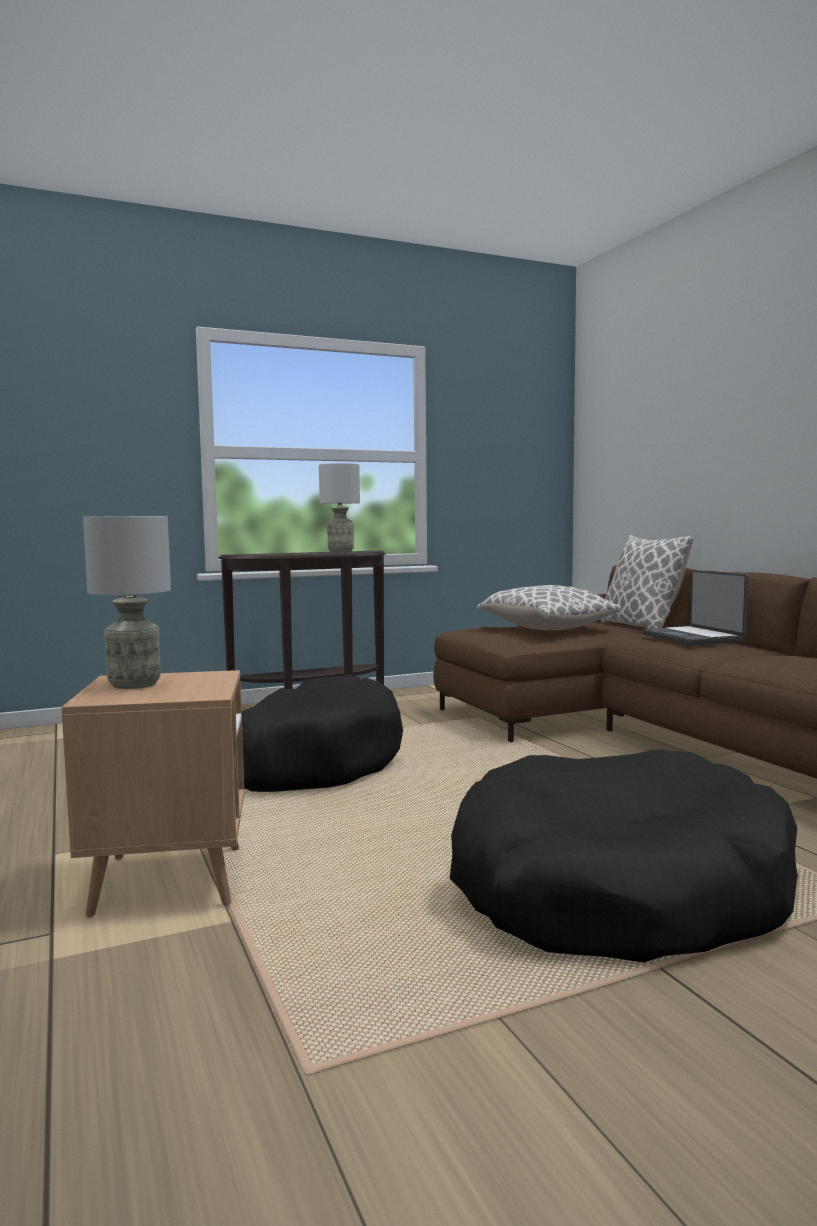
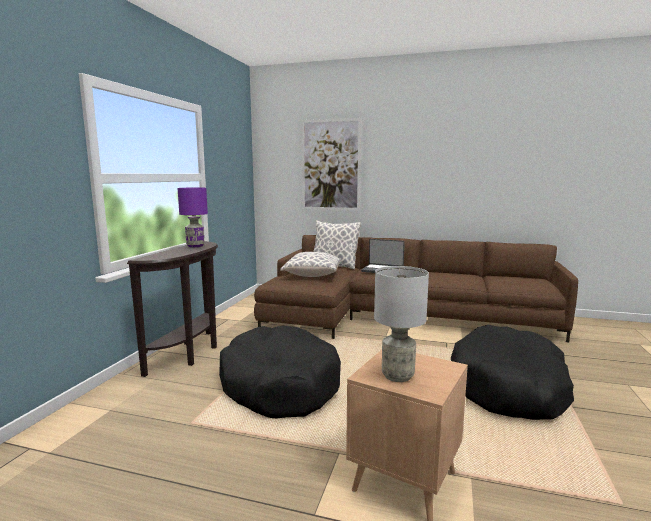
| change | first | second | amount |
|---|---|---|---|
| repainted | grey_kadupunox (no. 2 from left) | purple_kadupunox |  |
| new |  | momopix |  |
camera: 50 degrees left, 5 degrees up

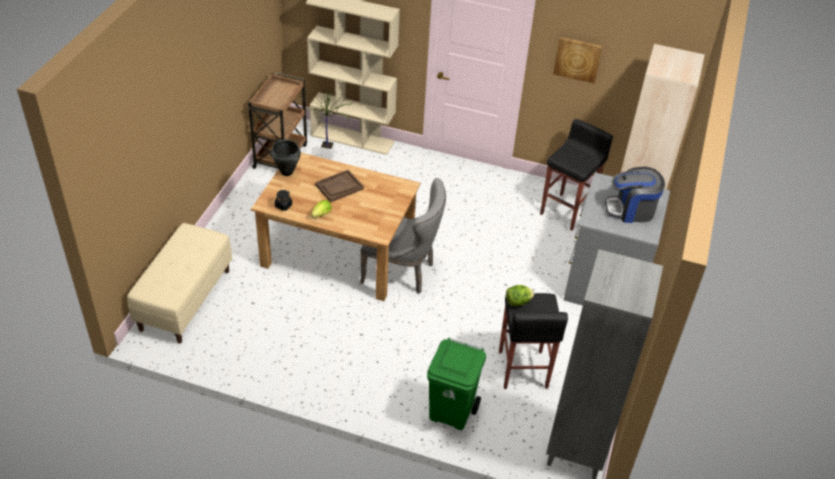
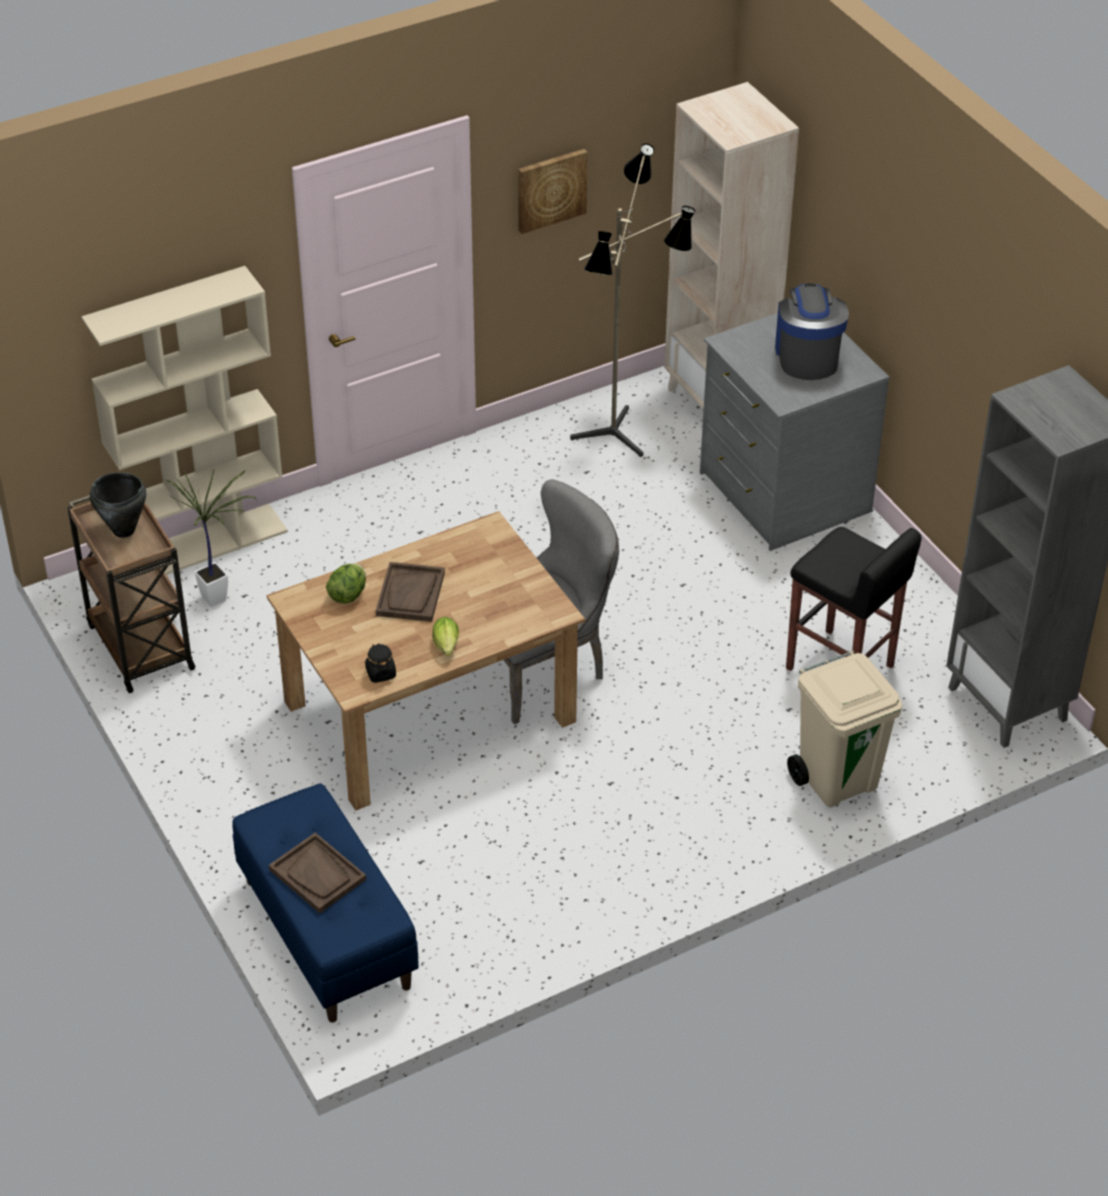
| change | first | second | amount |
|---|---|---|---|
| repainted | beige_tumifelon | blue_tumifelon |  |
| shifted | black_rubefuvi |  |  |
| repainted | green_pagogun | beige_pagogun |  |
| shifted | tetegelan (no. 2 from left in the first image) | tetegelan (no. 1 from left) |  |
| swapped | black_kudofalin (no. 2 from left) | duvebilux |  |
| rotated | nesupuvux |  | 135 degrees clockwise |
| new |  | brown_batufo (no. 1 from left) |  |
camera: 45 degrees left, 0 degrees up

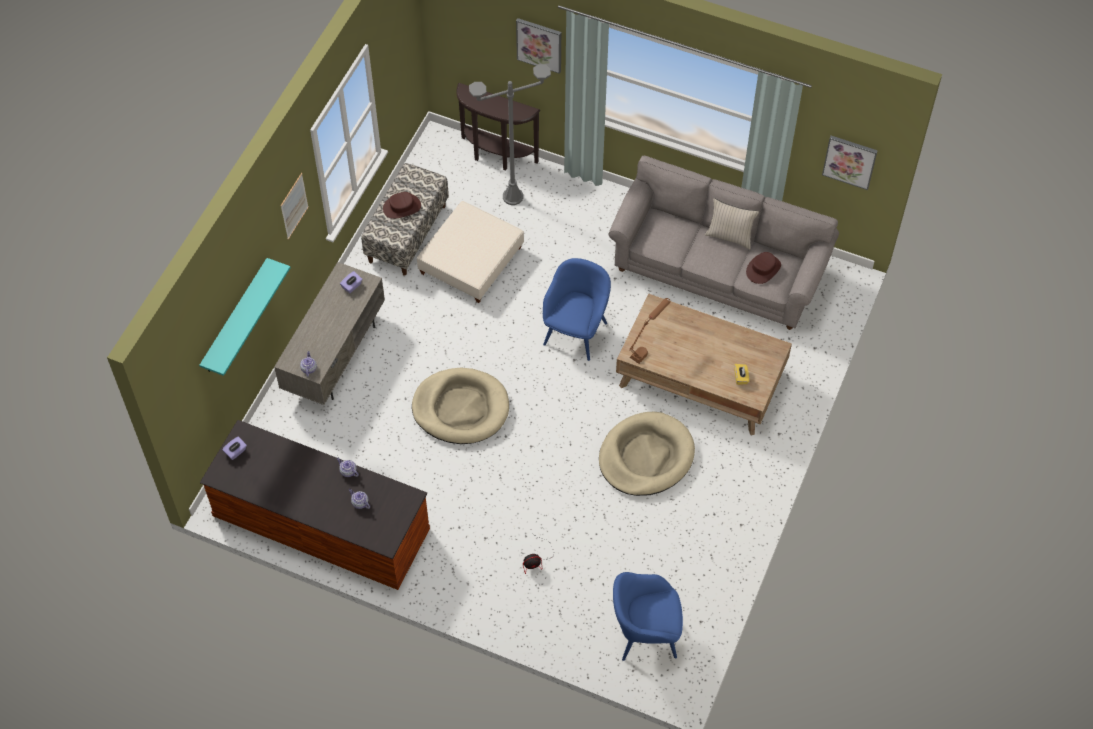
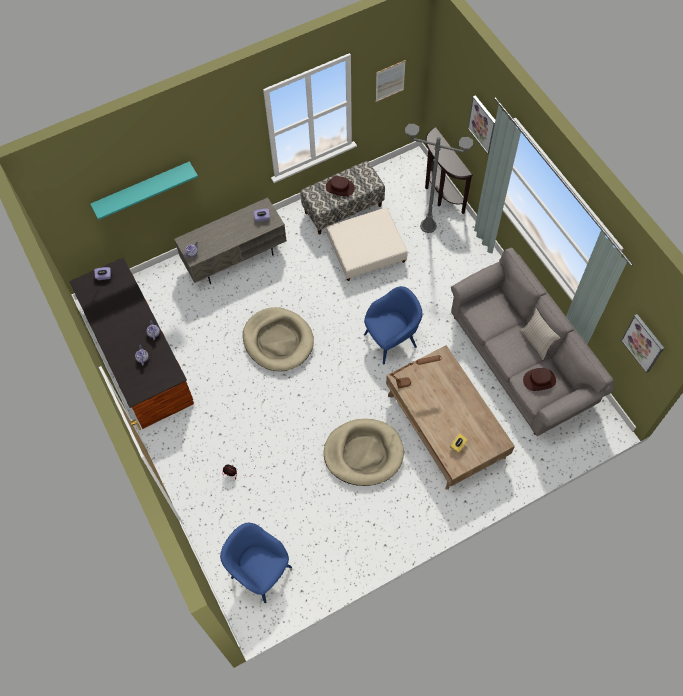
| change | first | second | amount |
|---|---|---|---|
| shifted | momopix (no. 1 from left) |  |  |
camera: 40 degrees right, 5 degrees up

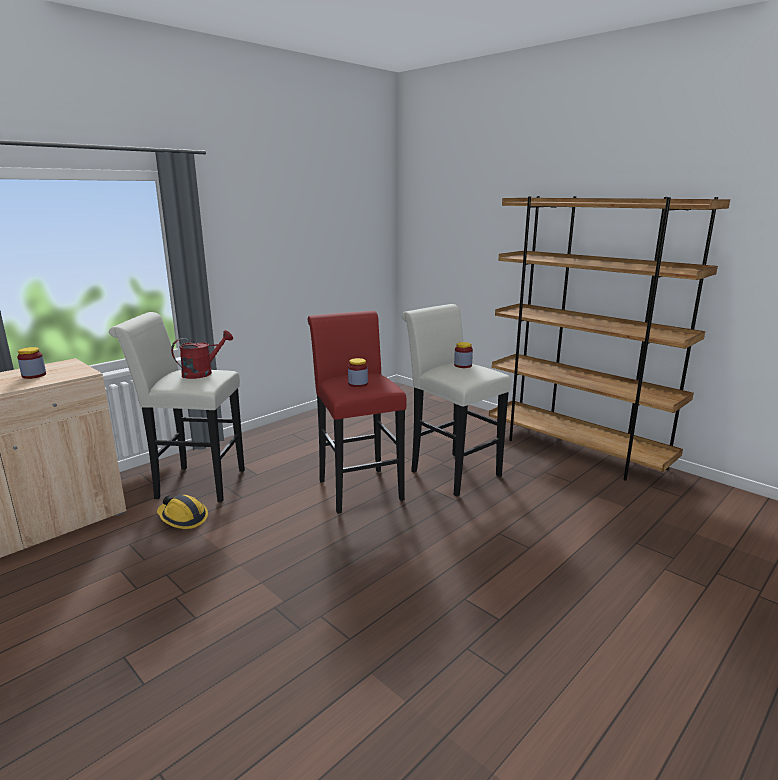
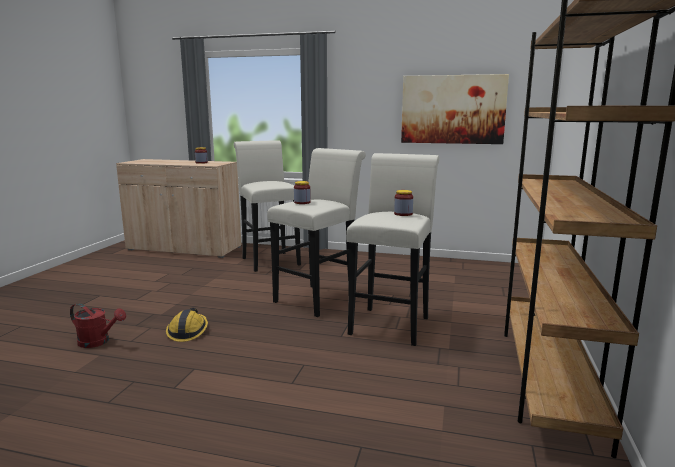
| change | first | second | amount |
|---|---|---|---|
| shifted | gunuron |  |  |
| shifted | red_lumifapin |  |  |
| repainted | red_kudofalin | white_kudofalin (no. 2 from left) |  |
| new |  | momopix |  |
camera: 60 degrees right, 5 degrees down

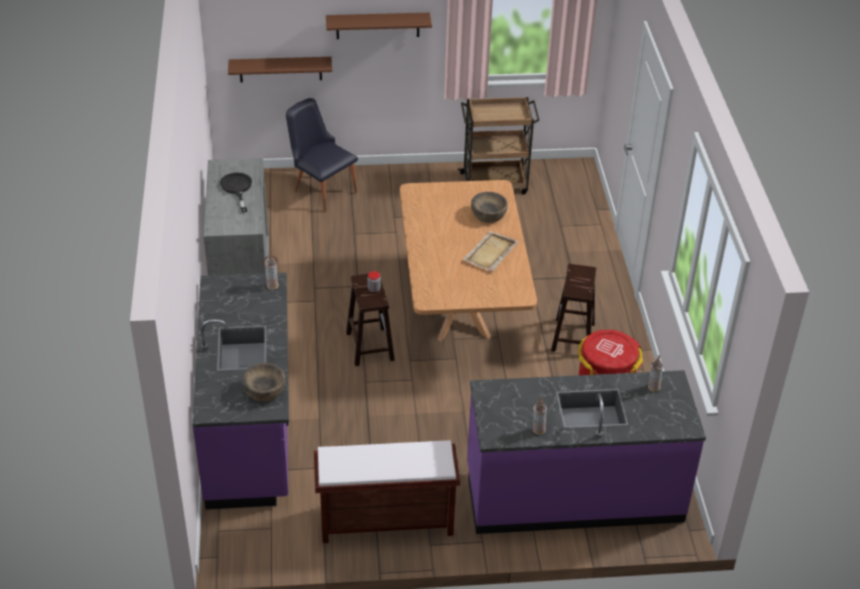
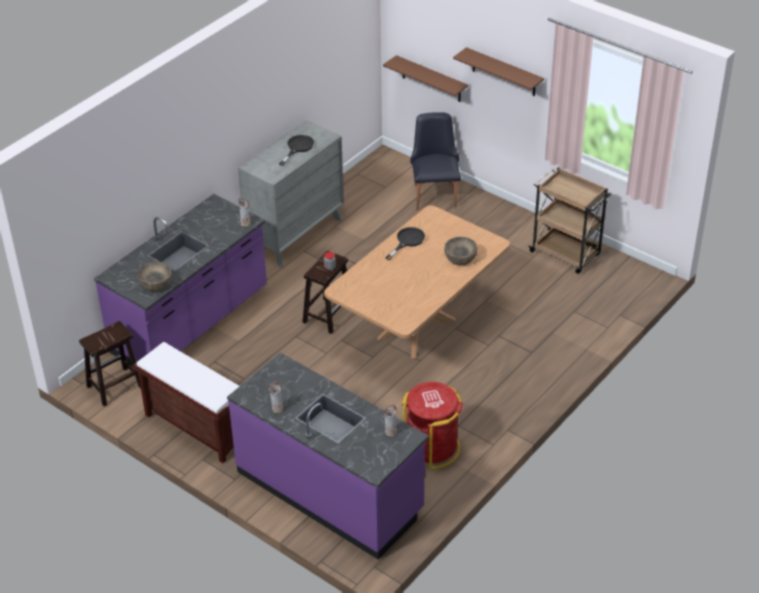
| change | first | second | amount |
|---|---|---|---|
| gone | beige_batufo |  |  |
| shifted | brown_kudofalin (no. 2 from left in the first image) | brown_kudofalin (no. 1 from left) |  |
| new |  | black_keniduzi (no. 2 from left) |  |
camera: 45 degrees right, 0 degrees up

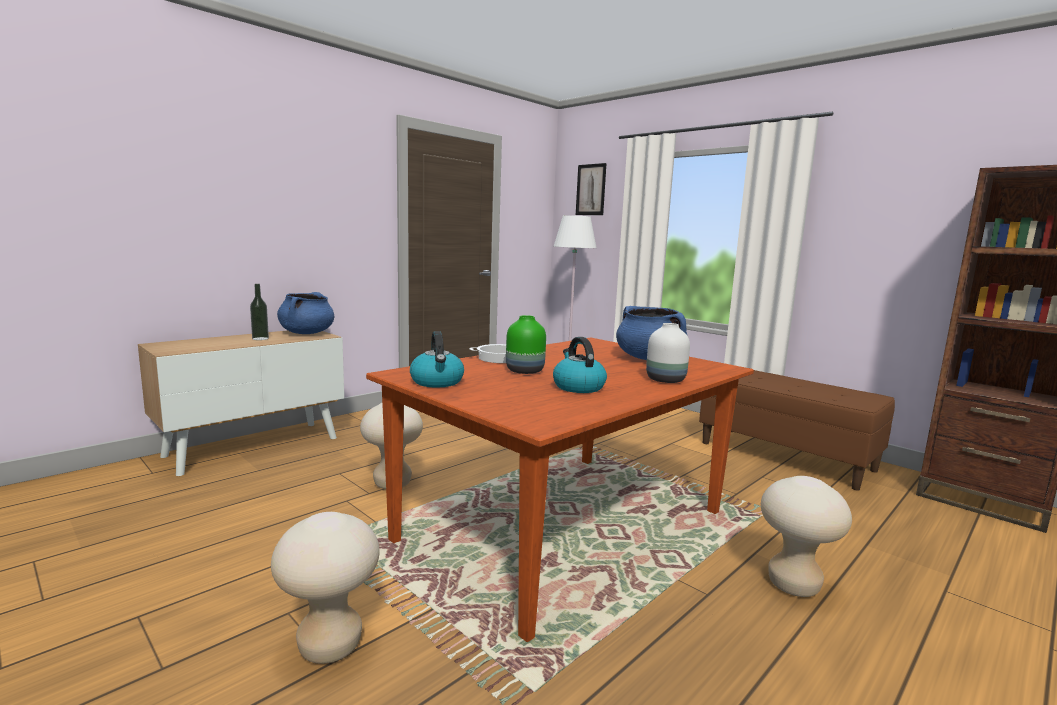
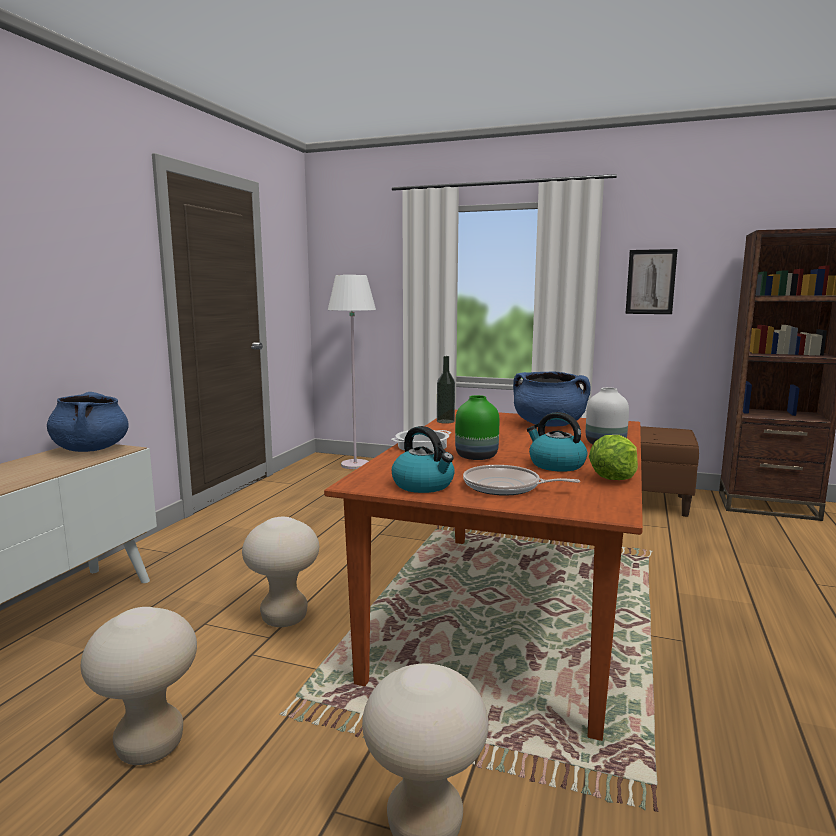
| change | first | second | amount |
|---|---|---|---|
| shifted | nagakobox |  |  |
| shifted | momopix |  |  |
| shifted | beige_kudofalin (no. 3 from left in the first image) | beige_kudofalin (no. 1 from left) |  |
| new |  | keniduzi |  |
| new |  | tetegelan |  |
camera: 25 degrees left, 0 degrees up

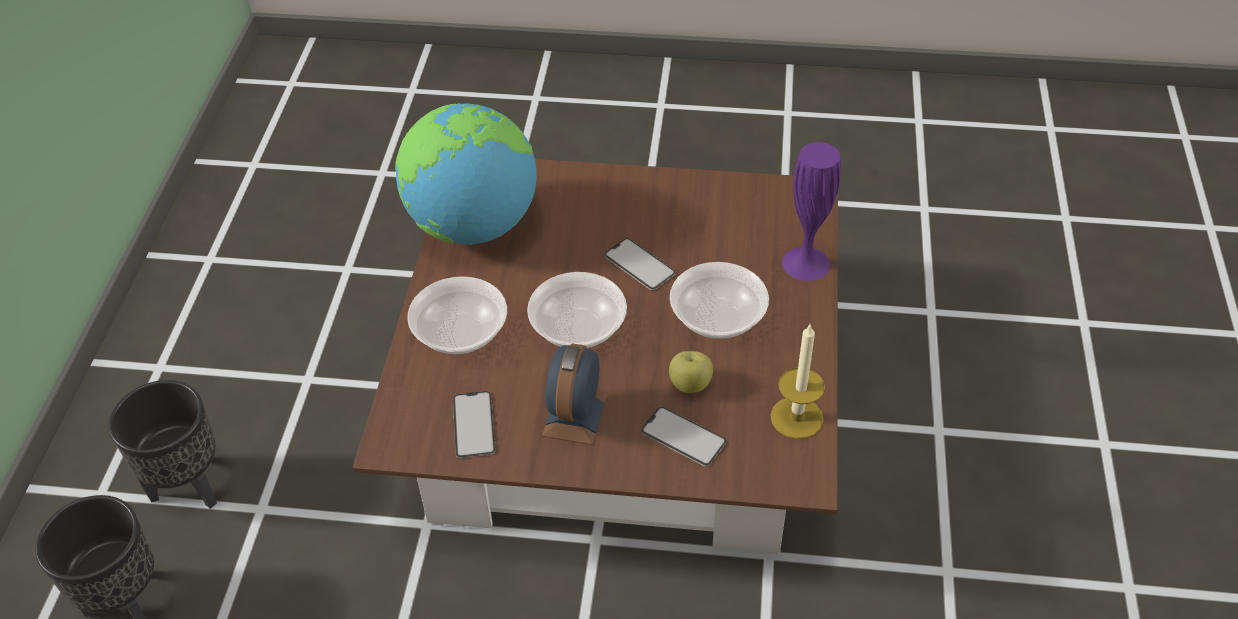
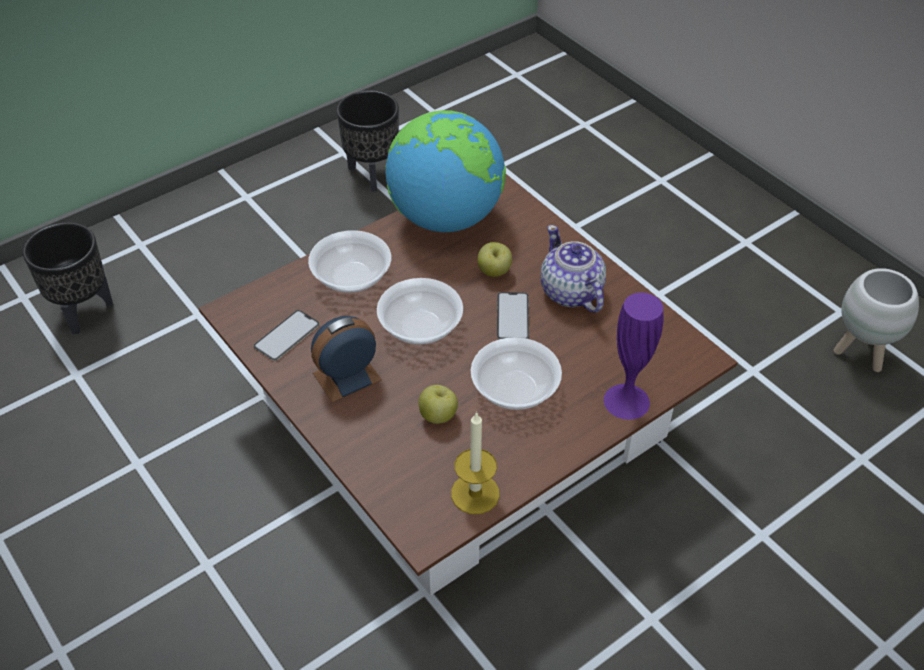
| change | first | second | amount |
|---|---|---|---|
| shifted | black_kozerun (no. 2 from left) |  |  |
| gone | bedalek (no. 3 from left) |  |  |
| new |  | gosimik (no. 2 from left) |  |
| new |  | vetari |  |
| new |  | white_kozerun |  |
camera: 45 degrees right, 0 degrees up

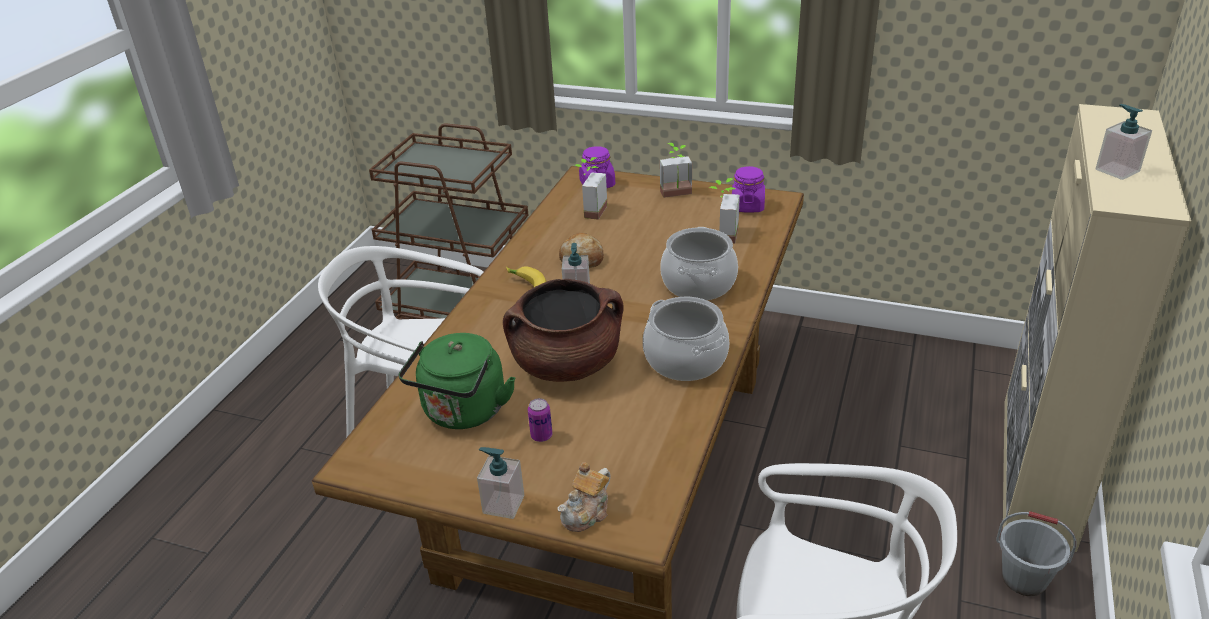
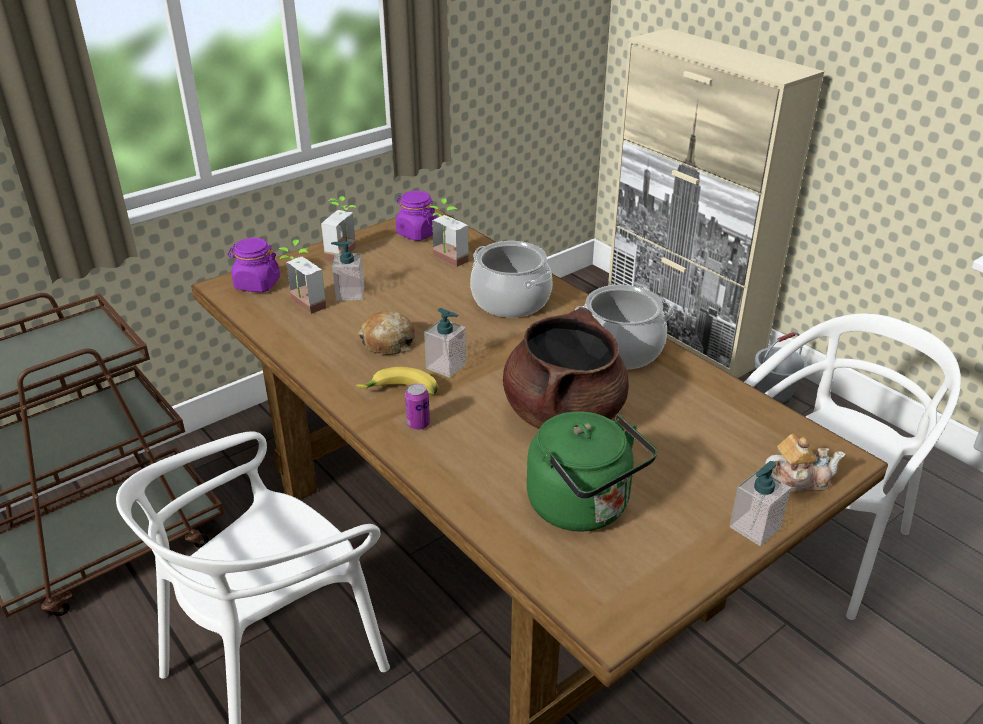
| change | first | second | amount |
|---|---|---|---|
| shifted | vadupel |  |  |
| rotated | vetari |  | 75 degrees counterclockwise |
| shifted | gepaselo (no. 3 from left in the first image) | gepaselo (no. 1 from left) |  |
camera: 60 degrees left, 0 degrees up

